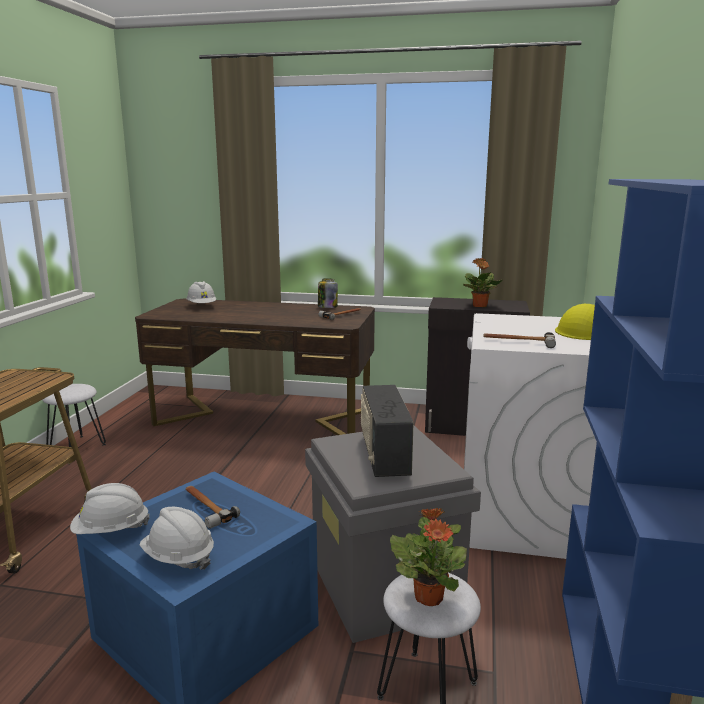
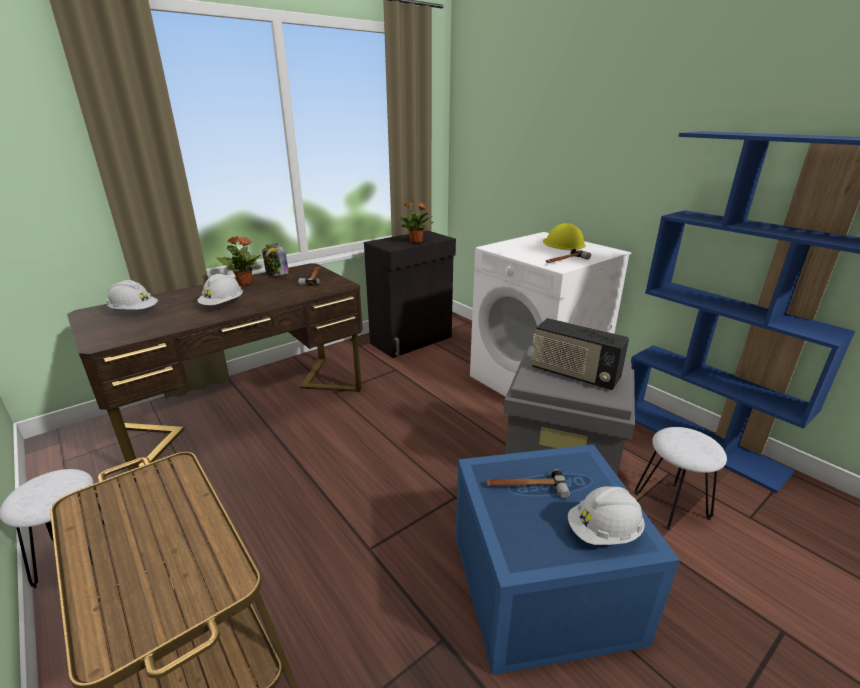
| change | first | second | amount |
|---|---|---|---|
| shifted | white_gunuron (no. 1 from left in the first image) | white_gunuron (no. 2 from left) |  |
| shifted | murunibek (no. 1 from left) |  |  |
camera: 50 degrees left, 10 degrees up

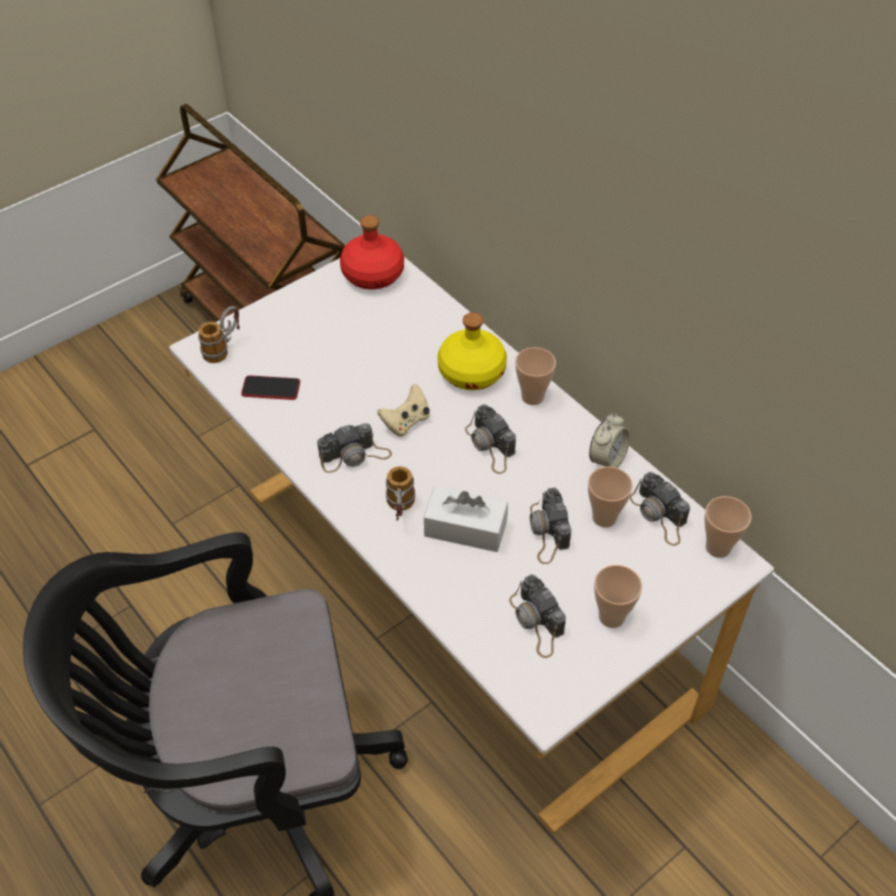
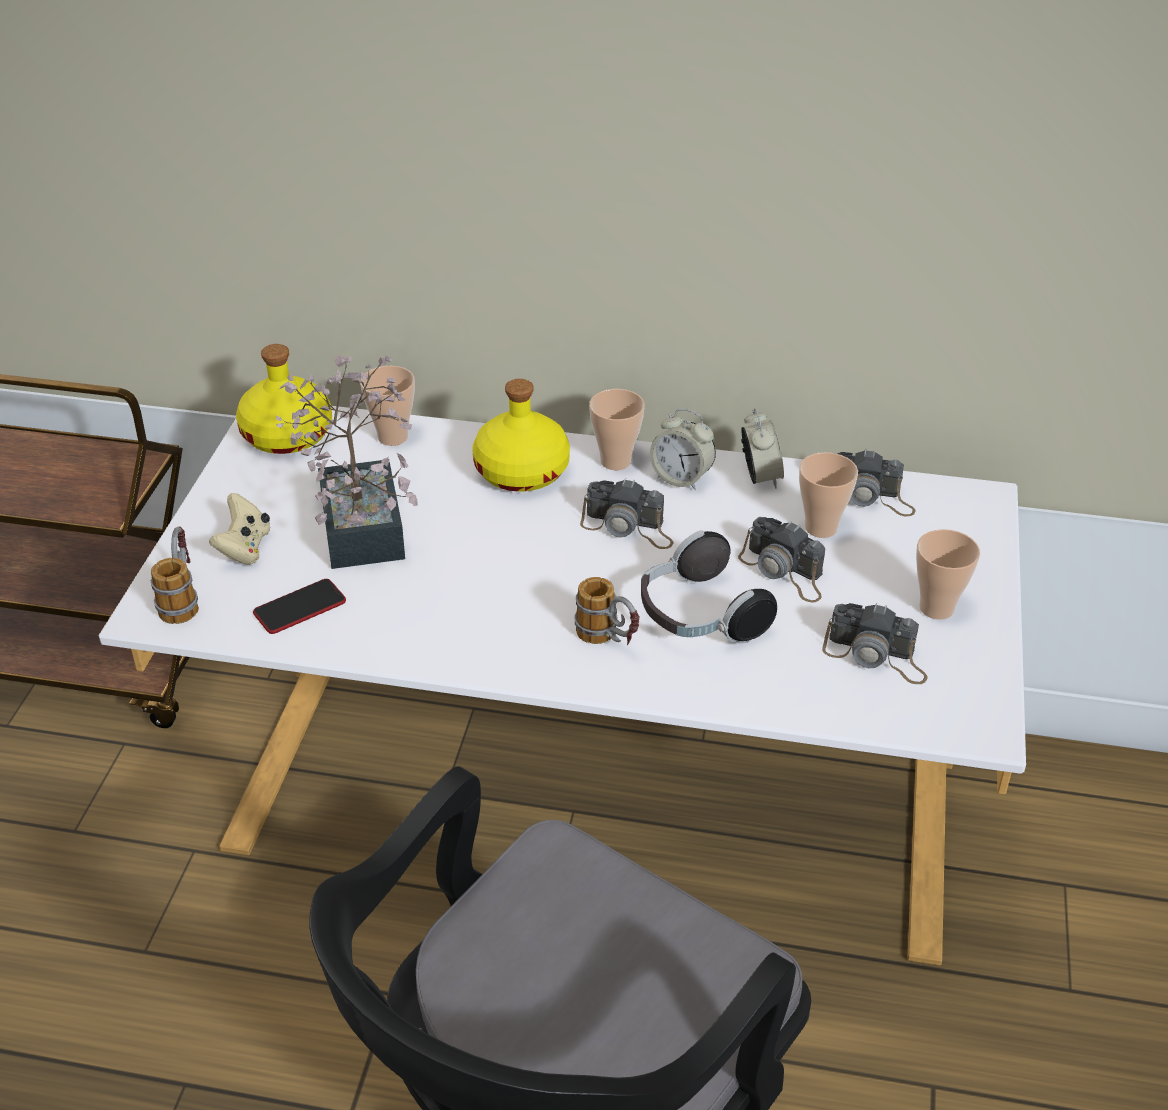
| change | first | second | amount |
|---|---|---|---|
| gone | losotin (no. 1 from left) |  |  |
| repainted | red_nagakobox | yellow_nagakobox (no. 1 from left) |  |
| shifted | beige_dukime |  |  |
| swapped | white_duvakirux | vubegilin |  |
| shifted | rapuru (no. 4 from left in the first image) | rapuru (no. 1 from left) |  |
| new |  | murunibek |  |
| new |  | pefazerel (no. 1 from left) |  |
camera: 40 degrees left, 10 degrees down

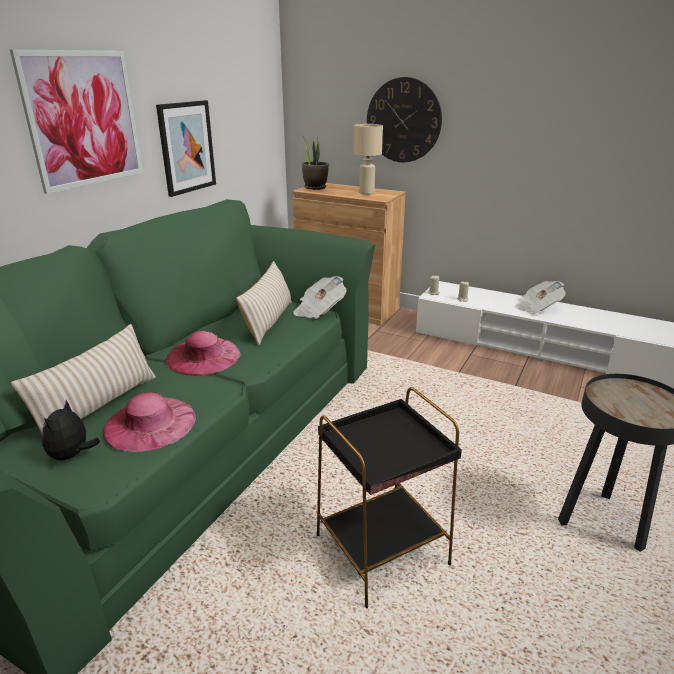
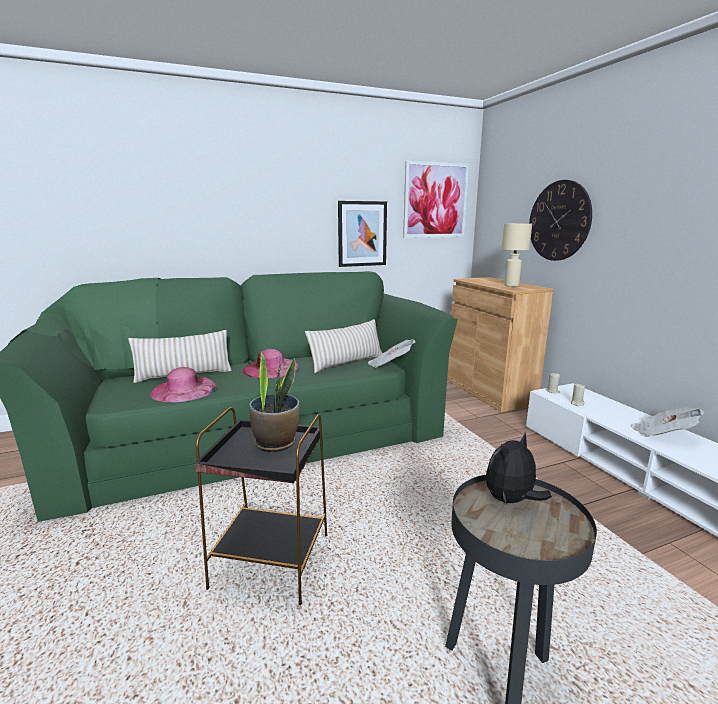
| change | first | second | amount |
|---|---|---|---|
| shifted | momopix (no. 1 from left in the first image) | momopix (no. 2 from left) |  |
| shifted | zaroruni |  |  |
| shifted | murunibek |  |  |
camera: 40 degrees right, 10 degrees down

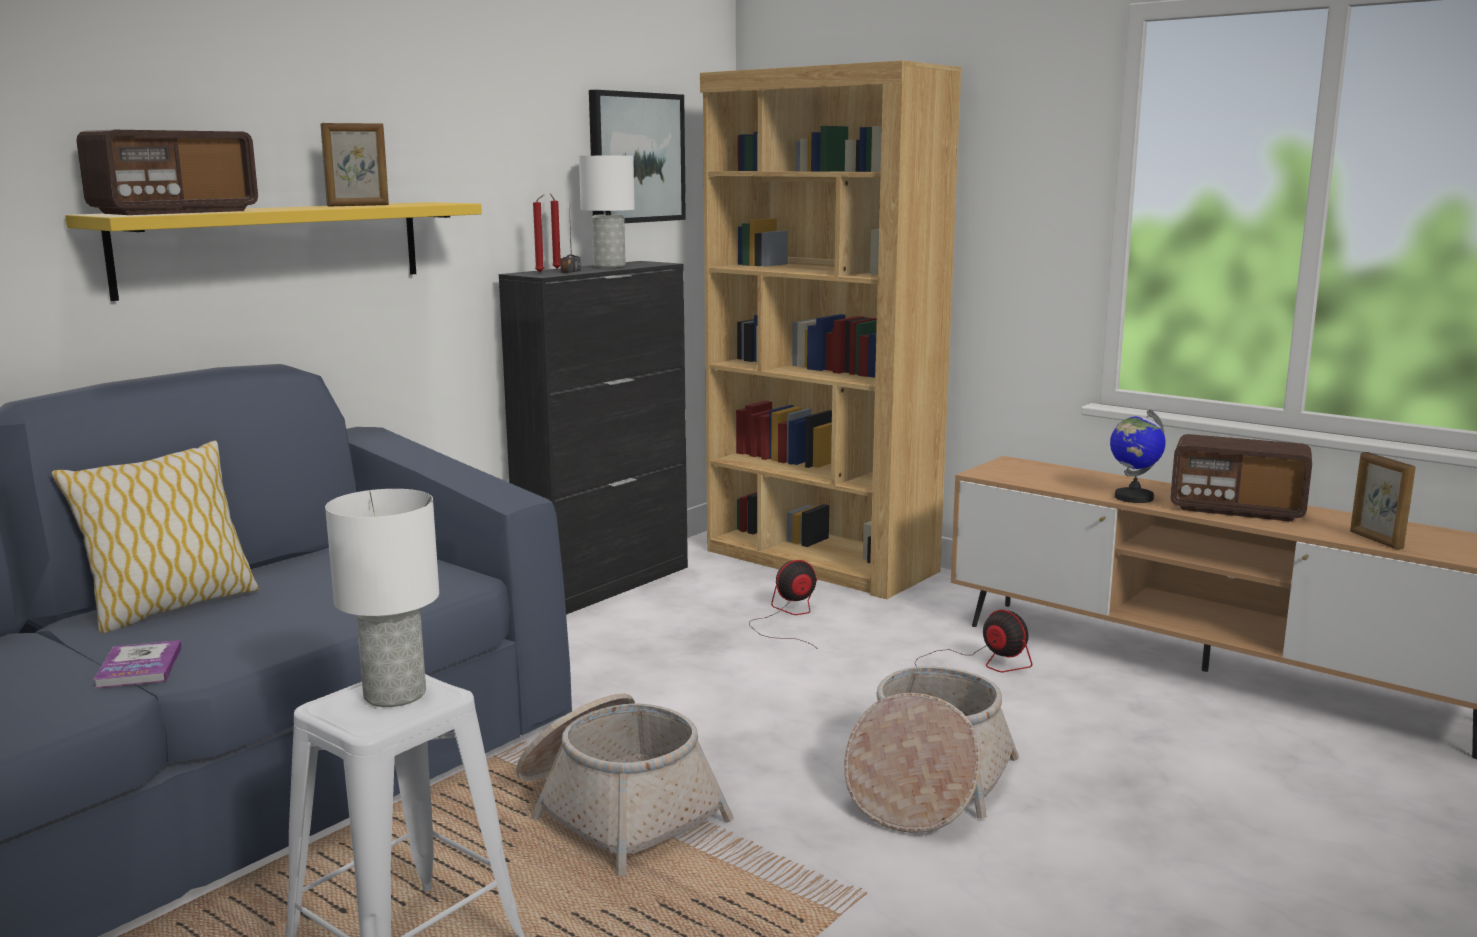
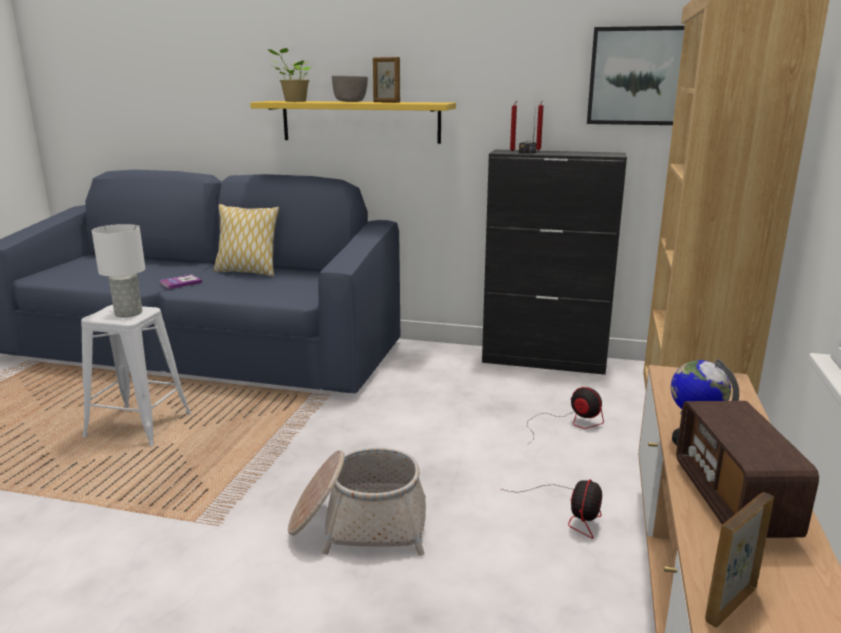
| change | first | second | amount |
|---|---|---|---|
| swapped | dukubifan (no. 1 from left) | murunibek |  |
| gone | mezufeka (no. 1 from left) |  |  |
| gone | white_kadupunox (no. 2 from left) |  |  |
| new |  | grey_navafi |  |
camera: 65 degrees right, 5 degrees up

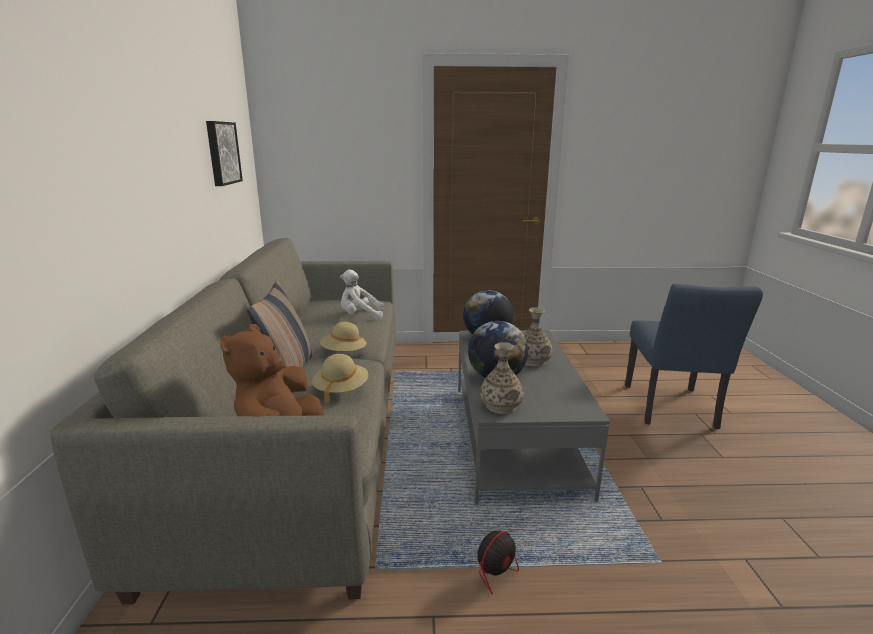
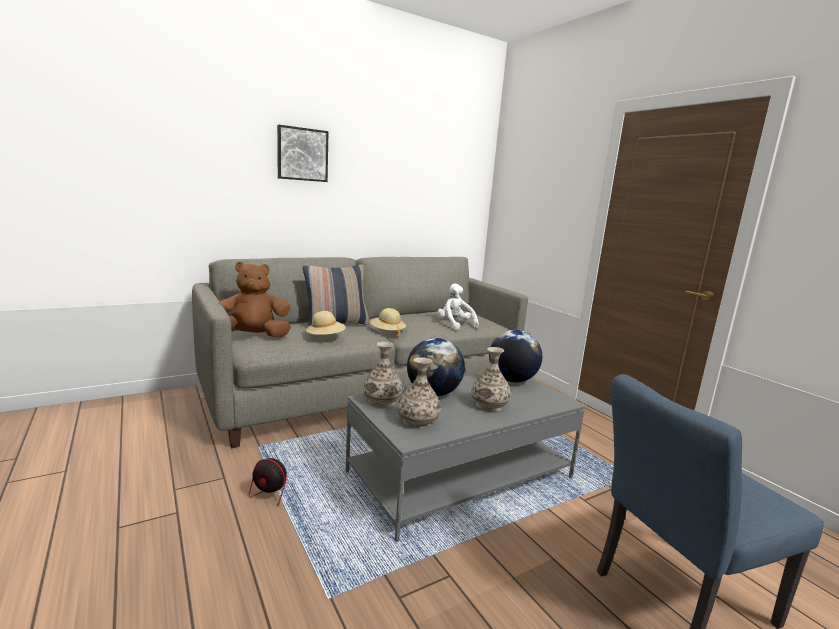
| change | first | second | amount |
|---|---|---|---|
| shifted | momopix |  |  |
| new |  | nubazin (no. 2 from left) |  |
camera: 60 degrees right, 5 degrees down

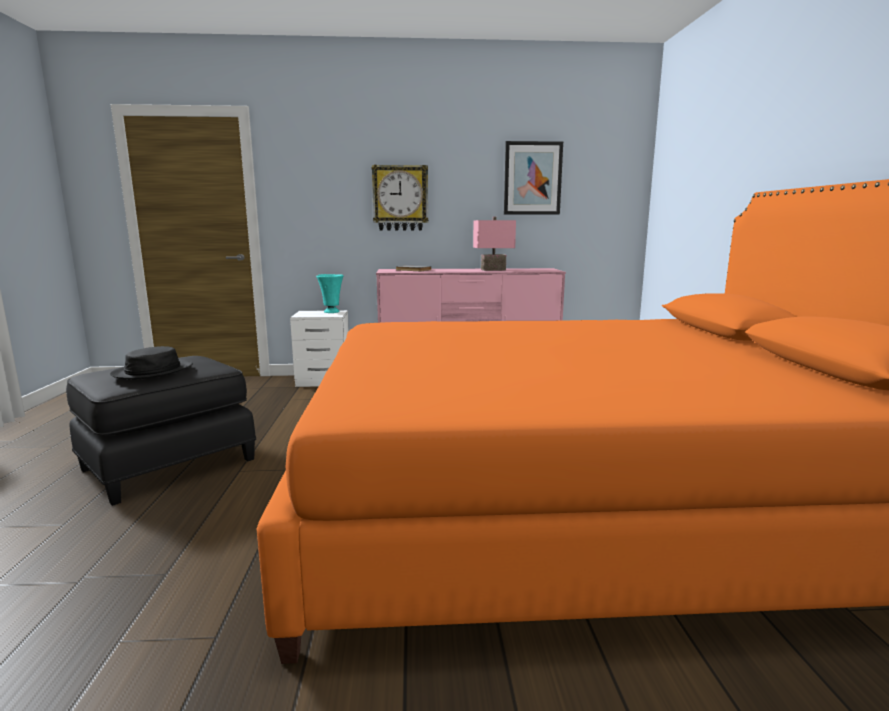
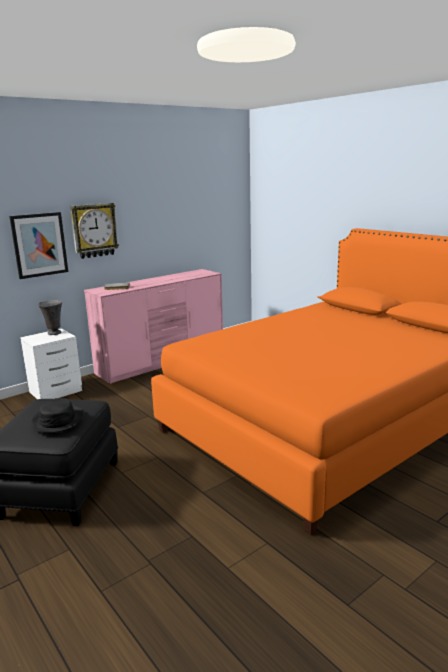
| change | first | second | amount |
|---|---|---|---|
| repainted | turquoise_nubazin | grey_nubazin |  |
| gone | pink_kadupunox |  |  |
| shifted | momopix |  |  |
camera: 35 degrees left, 5 degrees up

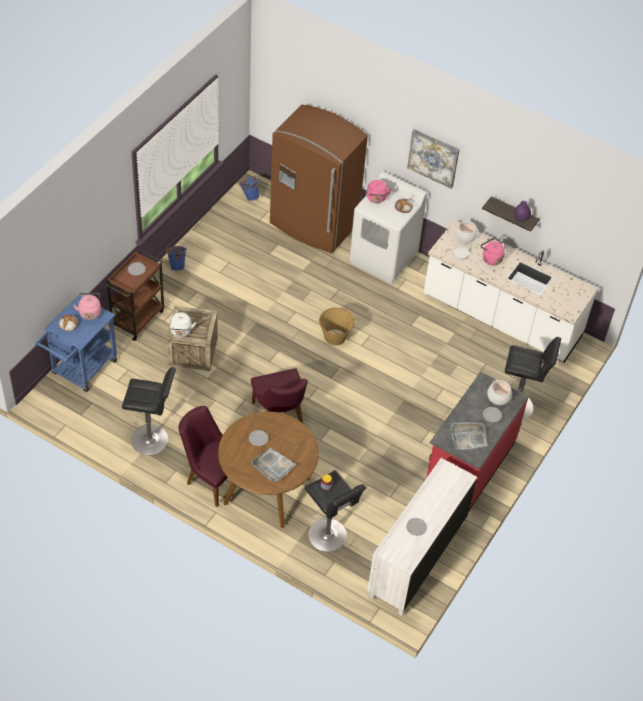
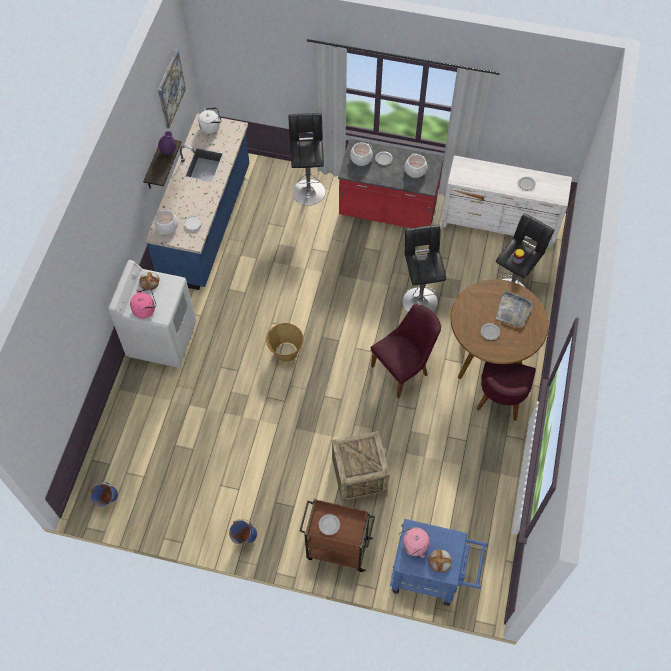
| change | first | second | amount |
|---|---|---|---|
| shifted | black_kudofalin (no. 1 from left in the first image) | black_kudofalin (no. 2 from left) |  |
| shifted | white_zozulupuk |  |  |
| gone | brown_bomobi |  |  |
| shifted | momopix |  |  |
| repainted | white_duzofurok | blue_duzofurok |  |
| swapped | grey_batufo (no. 2 from left) | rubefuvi (no. 3 from left) |  |
| gone | pink_zozulupuk (no. 3 from left) |  |  |
camera: 105 degrees left, 10 degrees up

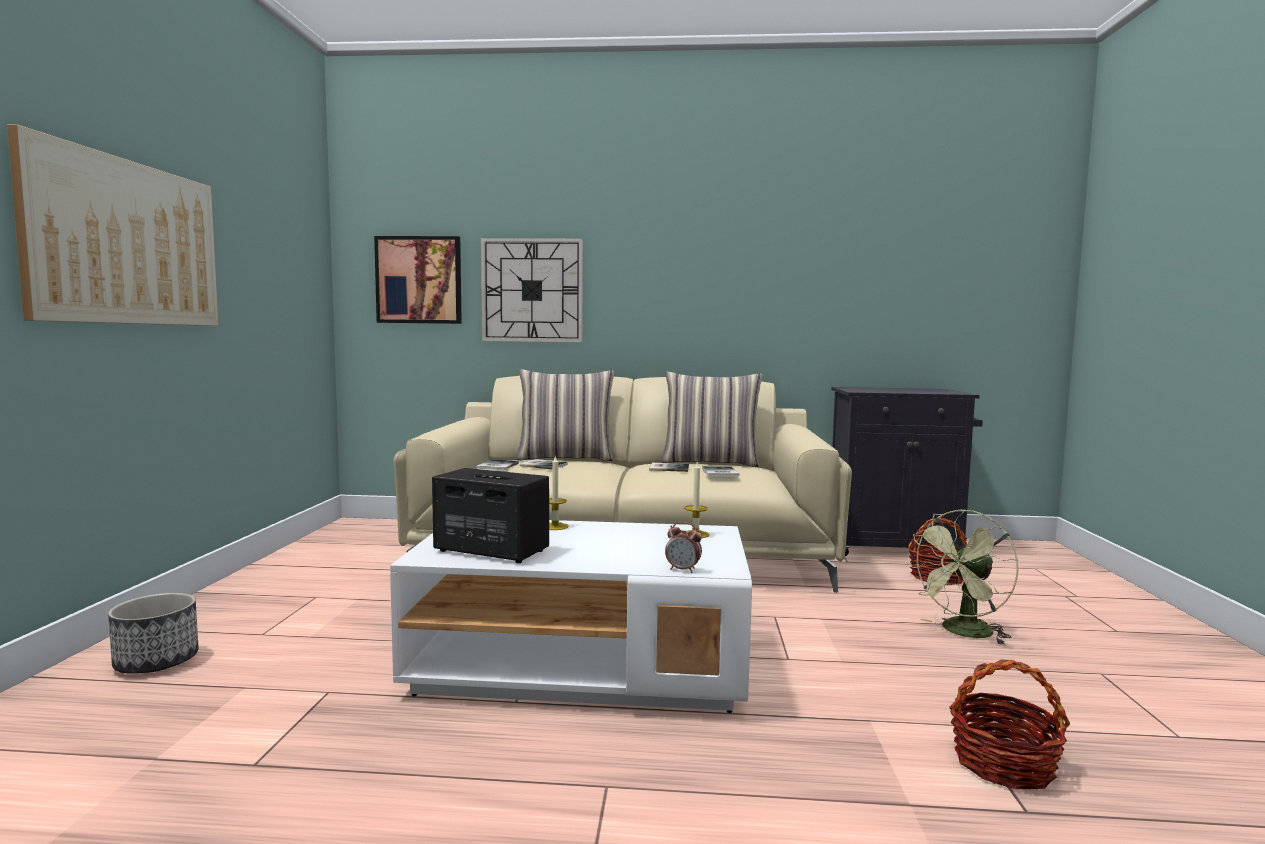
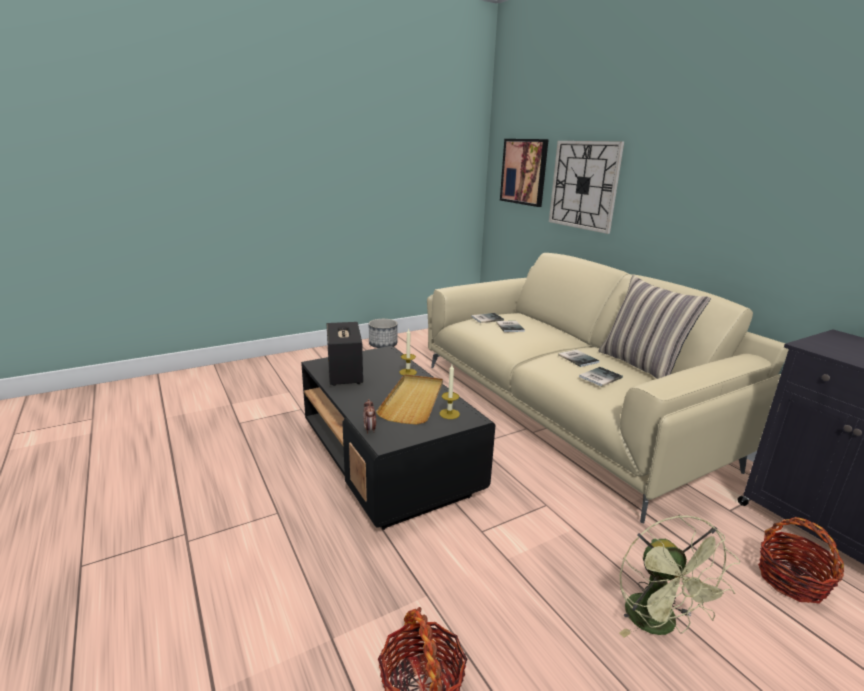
| change | first | second | amount |
|---|---|---|---|
| gone | momopix (no. 1 from left) |  |  |
| shifted | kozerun |  |  |
| repainted | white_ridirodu | black_ridirodu |  |
| gone | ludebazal (no. 1 from left) |  |  |
| rotated | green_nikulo |  | 120 degrees counterclockwise |
| new |  | beige_batufo |  |
camera: 55 degrees right, 15 degrees up

